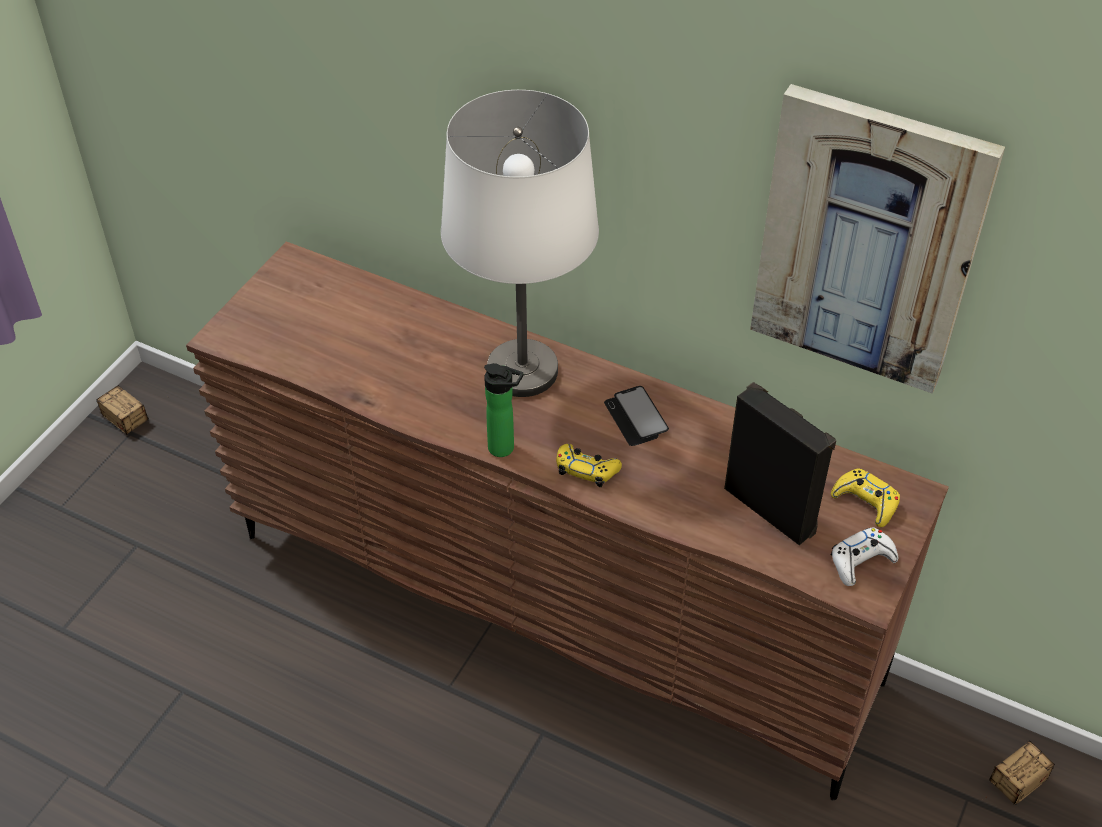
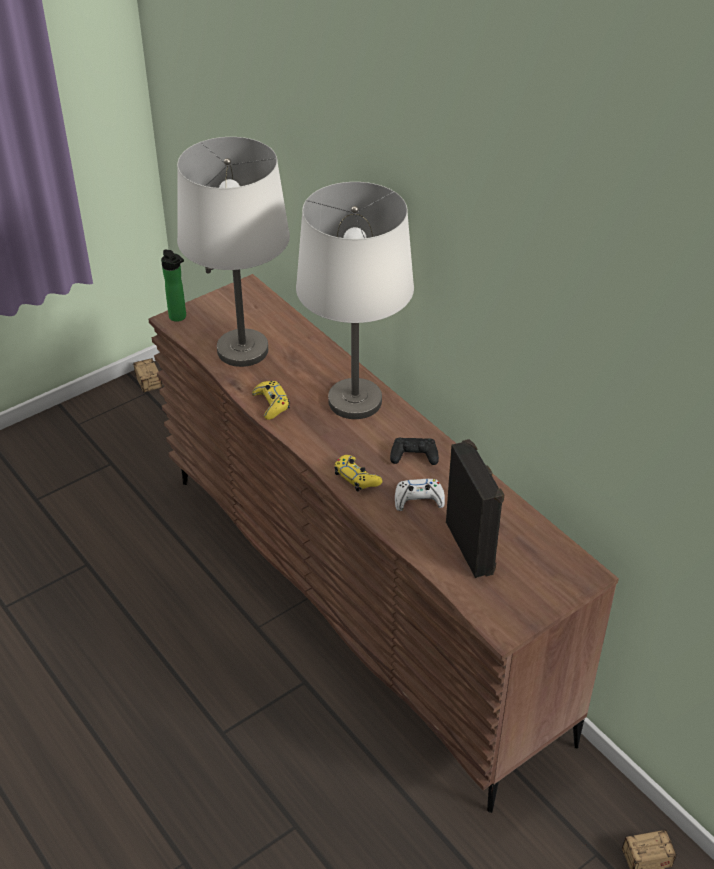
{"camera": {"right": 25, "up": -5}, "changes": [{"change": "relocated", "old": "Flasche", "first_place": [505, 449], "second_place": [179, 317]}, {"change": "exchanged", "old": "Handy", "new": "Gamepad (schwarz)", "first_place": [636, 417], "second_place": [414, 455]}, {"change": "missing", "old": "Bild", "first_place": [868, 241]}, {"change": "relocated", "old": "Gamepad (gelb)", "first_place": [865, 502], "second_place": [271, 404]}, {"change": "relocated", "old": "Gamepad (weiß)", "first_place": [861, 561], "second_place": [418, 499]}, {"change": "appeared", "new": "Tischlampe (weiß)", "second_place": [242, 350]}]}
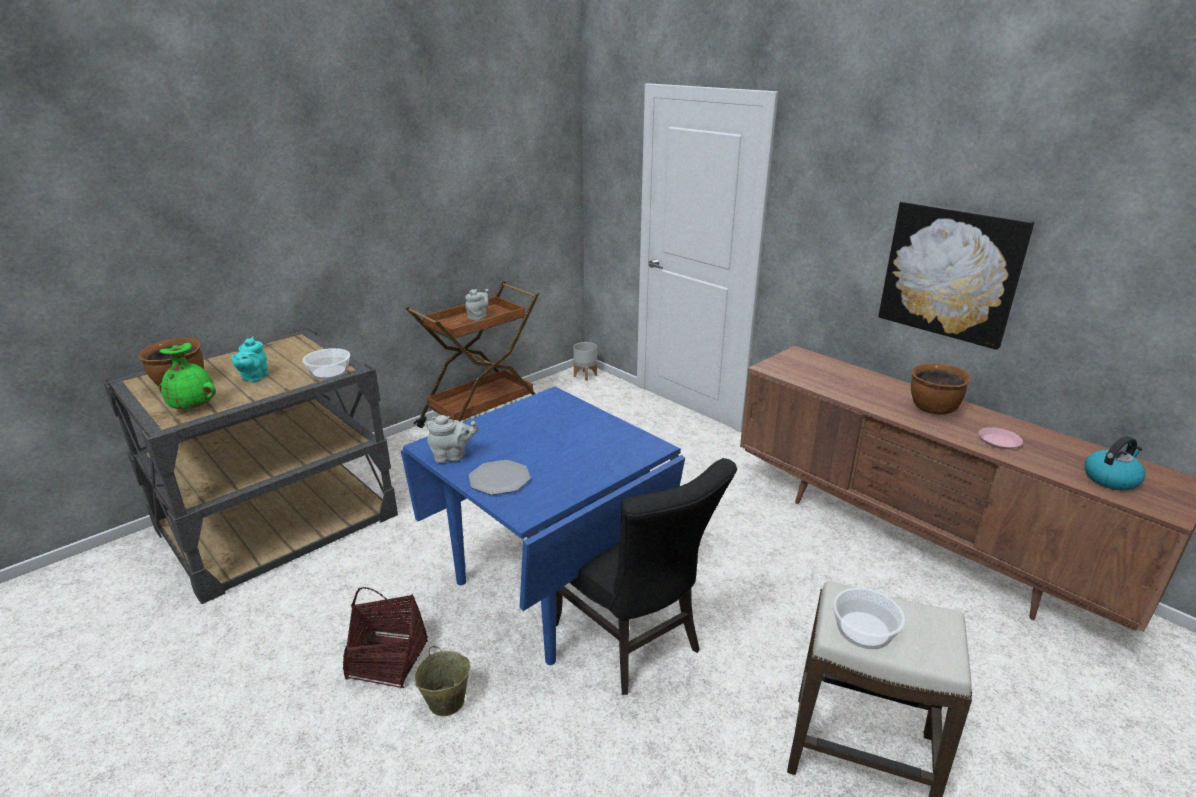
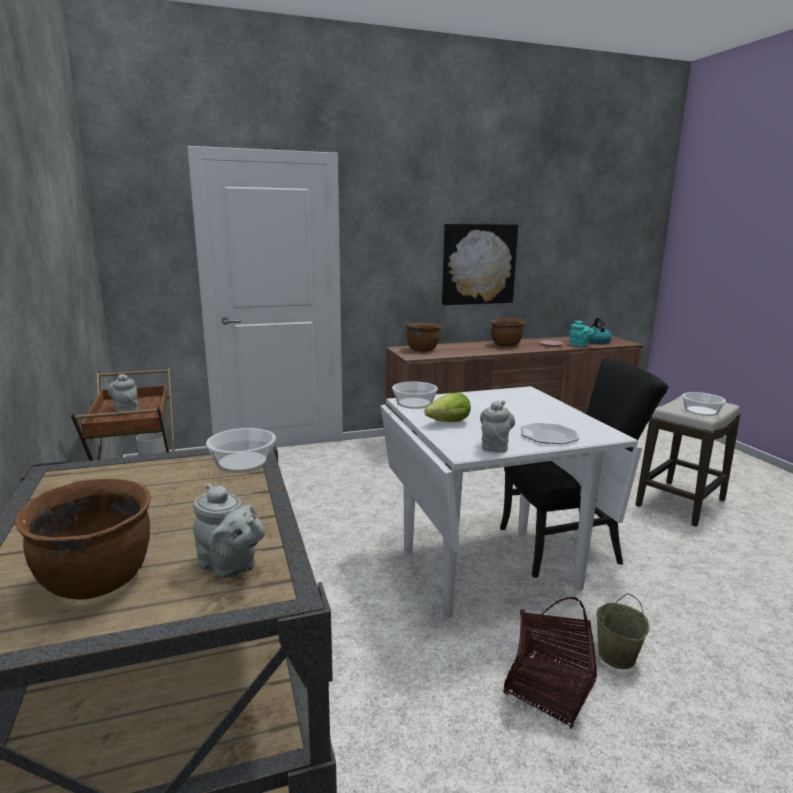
{"camera": {"right": -65, "up": -10}, "changes": [{"change": "exchanged", "old": "Vase (grün)", "new": "Teekanne (grau)", "first_place": [193, 407], "second_place": [230, 566]}, {"change": "relocated", "old": "Teekanne (türkis)", "first_place": [253, 378], "second_place": [580, 346]}, {"change": "colour", "old": "Esstisch (blau)", "new": "Esstisch (weiß)", "first_place": [546, 592], "second_place": [490, 570]}, {"change": "appeared", "new": "Schüssel", "second_place": [414, 403]}, {"change": "appeared", "new": "Kochtopf (braun)", "second_place": [422, 350]}, {"change": "appeared", "new": "Salatkopf", "second_place": [446, 423]}]}
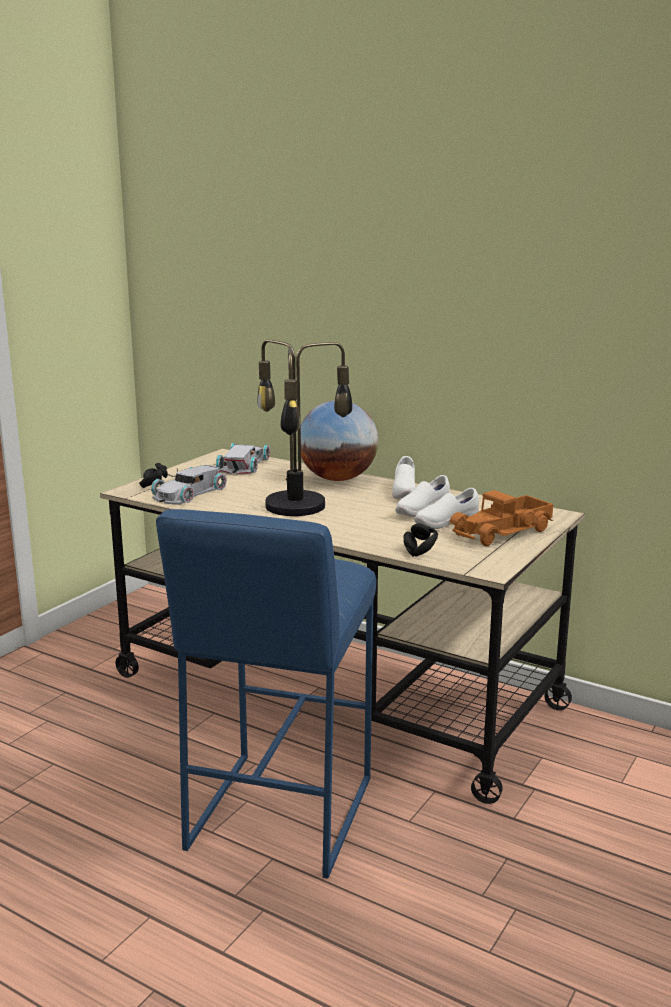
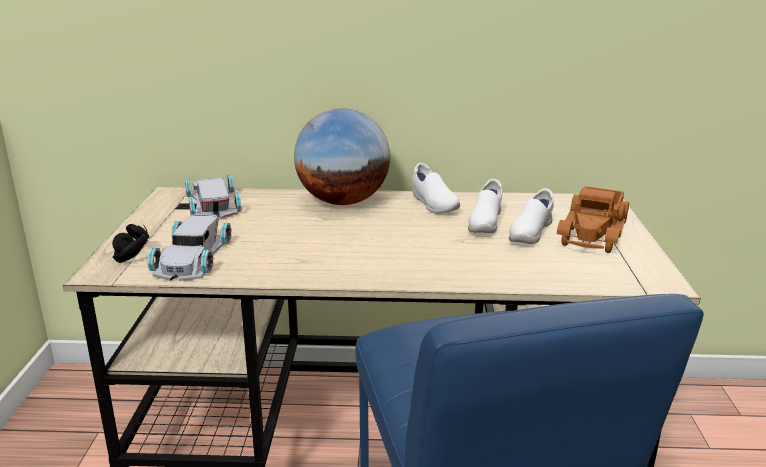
{"camera": {"right": -30, "up": 5}, "changes": [{"change": "missing", "old": "Tischlampe", "first_place": [296, 506]}, {"change": "missing", "old": "Kopfhörer (schwarz)", "first_place": [413, 547]}]}
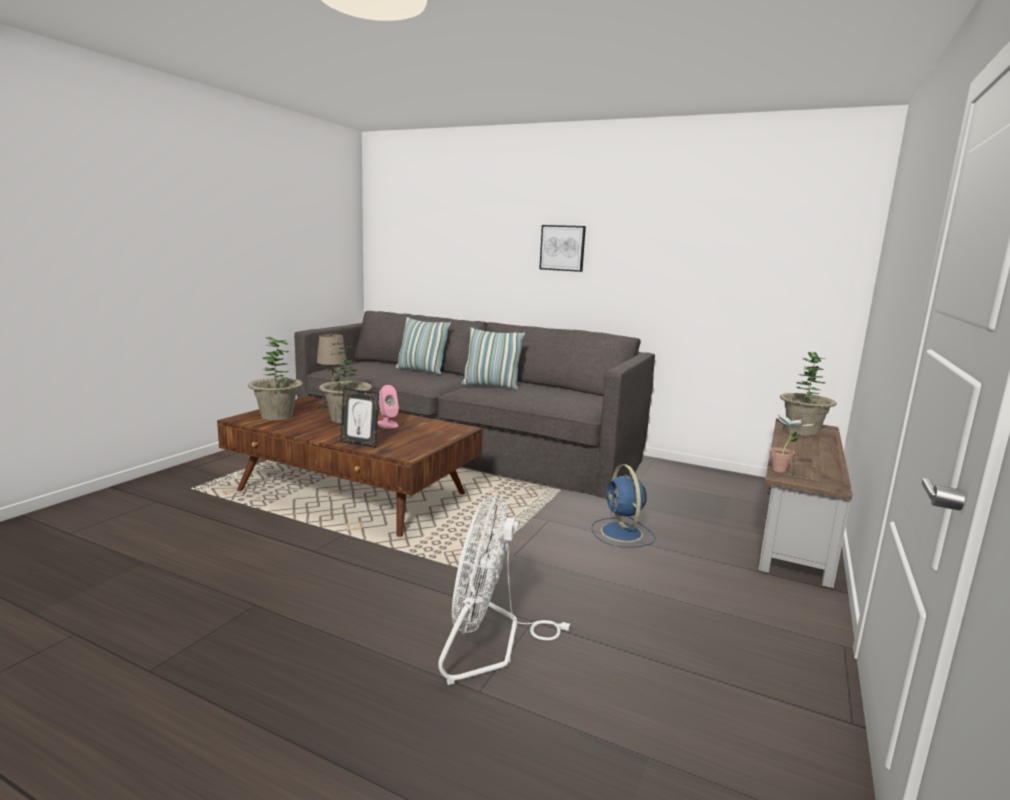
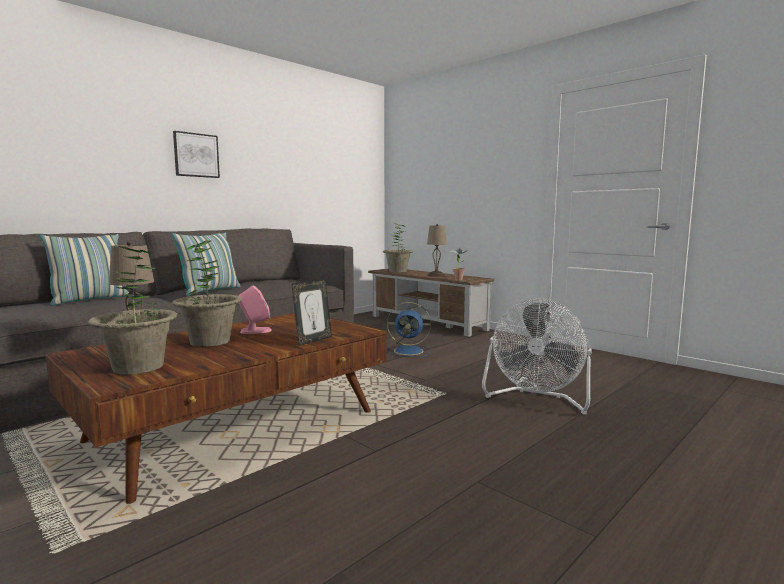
{"camera": {"right": -70, "up": -5}, "changes": [{"change": "appeared", "new": "Tischlampe (beige)", "second_place": [436, 275]}]}
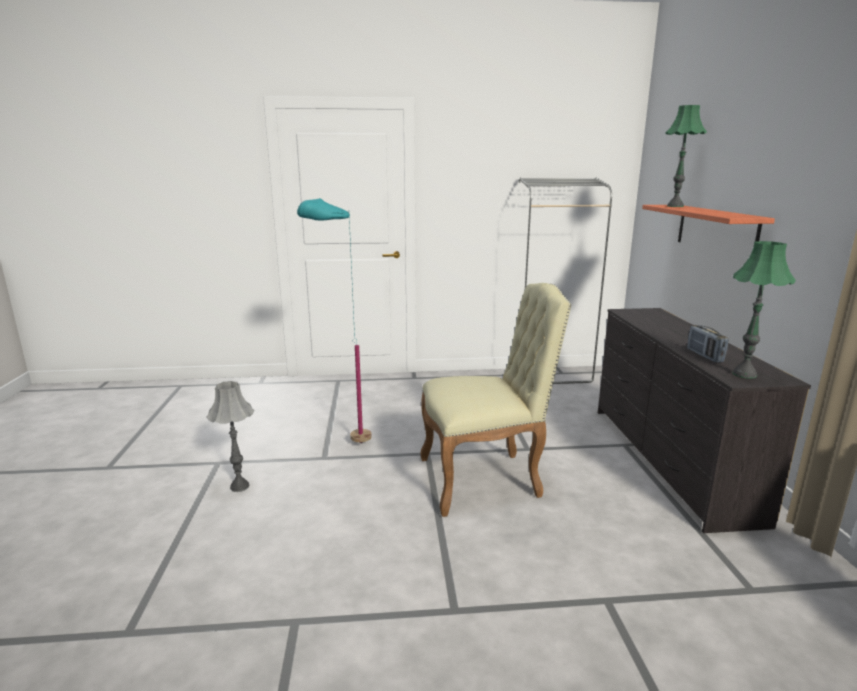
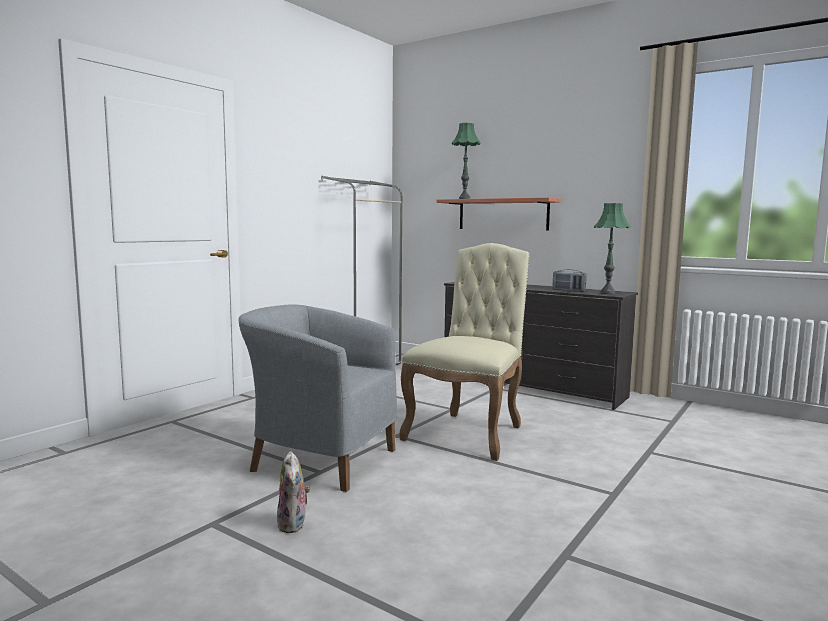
{"camera": {"right": -50, "up": -10}, "changes": [{"change": "exchanged", "old": "Tischlampe (grau)", "new": "Plüschtier", "first_place": [239, 487], "second_place": [294, 524]}, {"change": "exchanged", "old": "Stehlampe (türkis)", "new": "Sessel (grau)", "first_place": [344, 447], "second_place": [319, 459]}]}
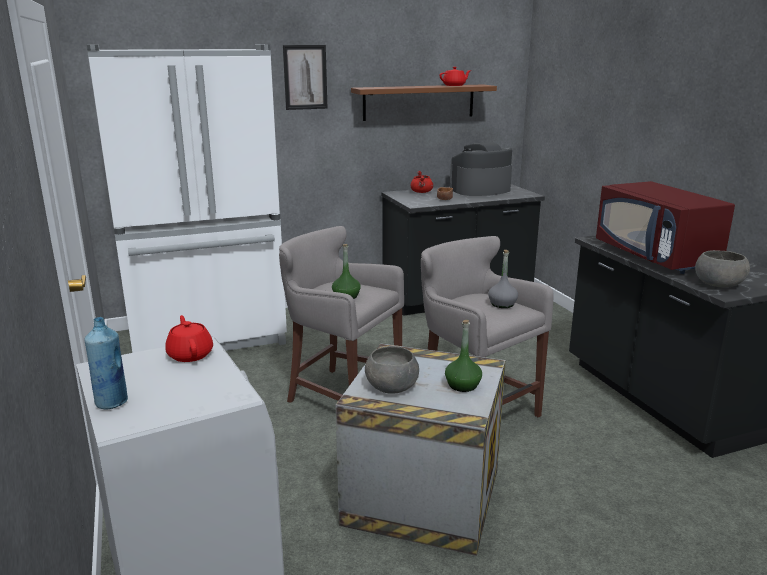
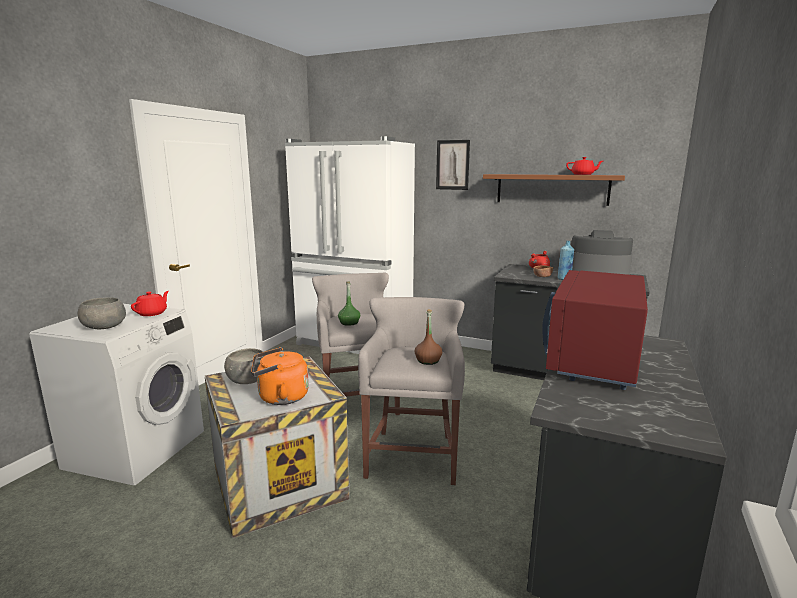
{"camera": {"right": 45, "up": -5}, "changes": [{"change": "relocated", "old": "Flasche (blau)", "first_place": [112, 402], "second_place": [564, 279]}, {"change": "exchanged", "old": "Flasche (grün)", "new": "Wasserkessel (orange)", "first_place": [462, 385], "second_place": [280, 397]}, {"change": "colour", "old": "Flasche (grau)", "new": "Flasche (braun)", "first_place": [502, 304], "second_place": [428, 361]}, {"change": "relocated", "old": "Schüssel (grau)", "first_place": [718, 284], "second_place": [105, 326]}]}
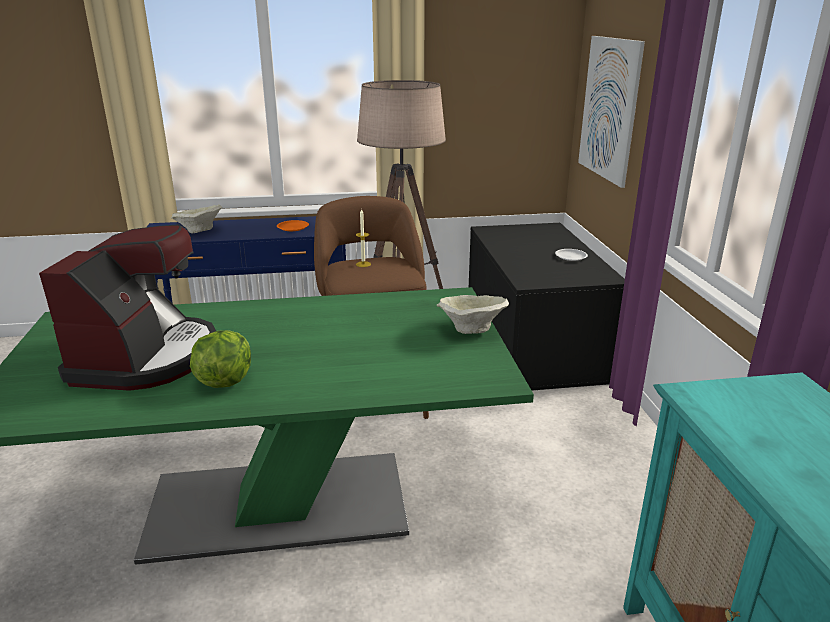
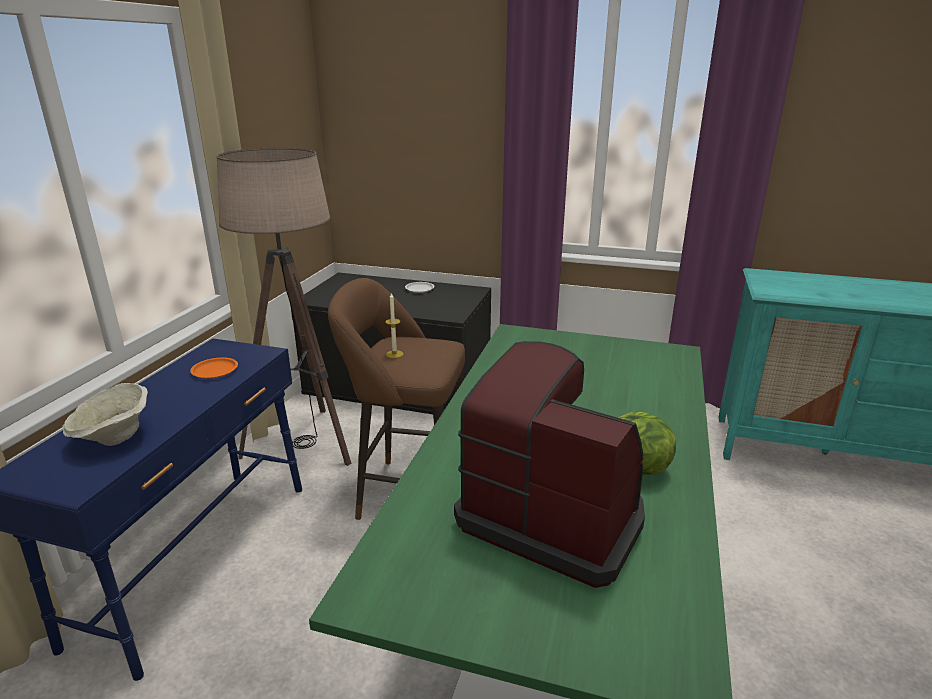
{"camera": {"right": -65, "up": 0}, "changes": [{"change": "missing", "old": "Schüssel (beige)", "first_place": [471, 330]}, {"change": "missing", "old": "Bild", "first_place": [609, 109]}]}
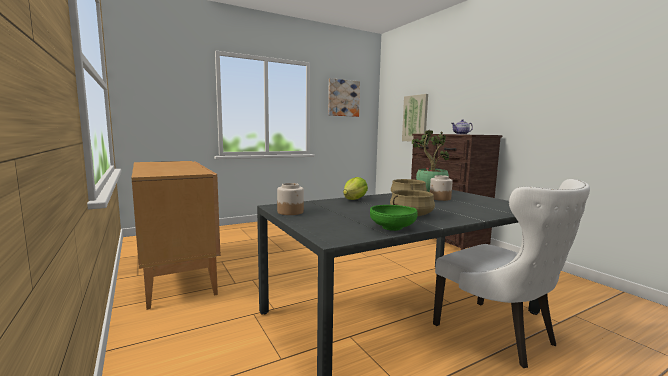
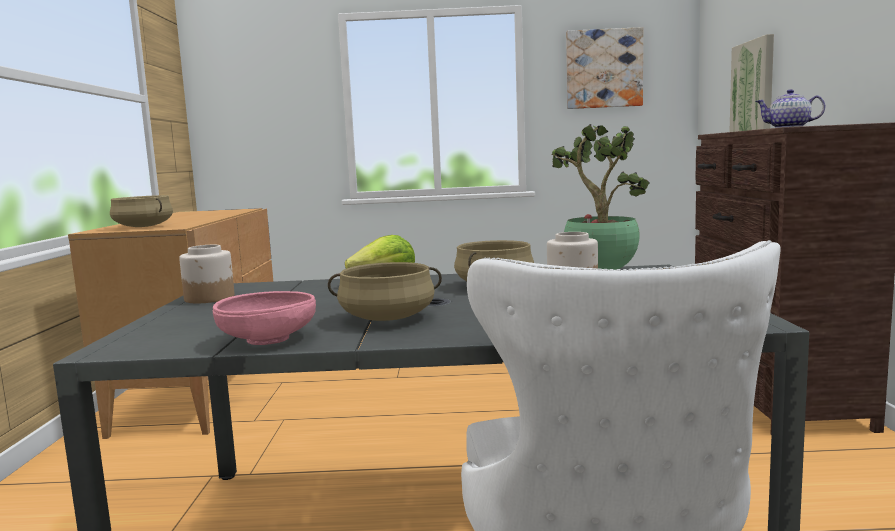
{"camera": {"right": 30, "up": 0}, "changes": [{"change": "colour", "old": "Schüssel (grün)", "new": "Schüssel (rosa)", "first_place": [392, 228], "second_place": [267, 339]}, {"change": "appeared", "new": "Kochtopf (beige)", "second_place": [144, 226]}]}
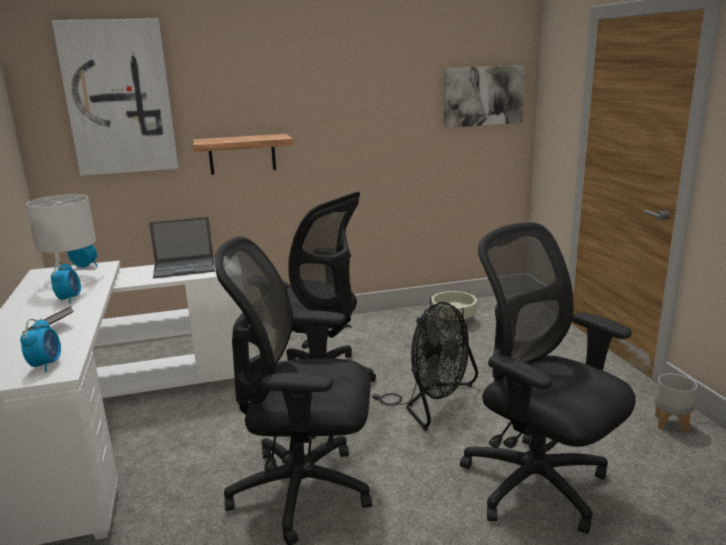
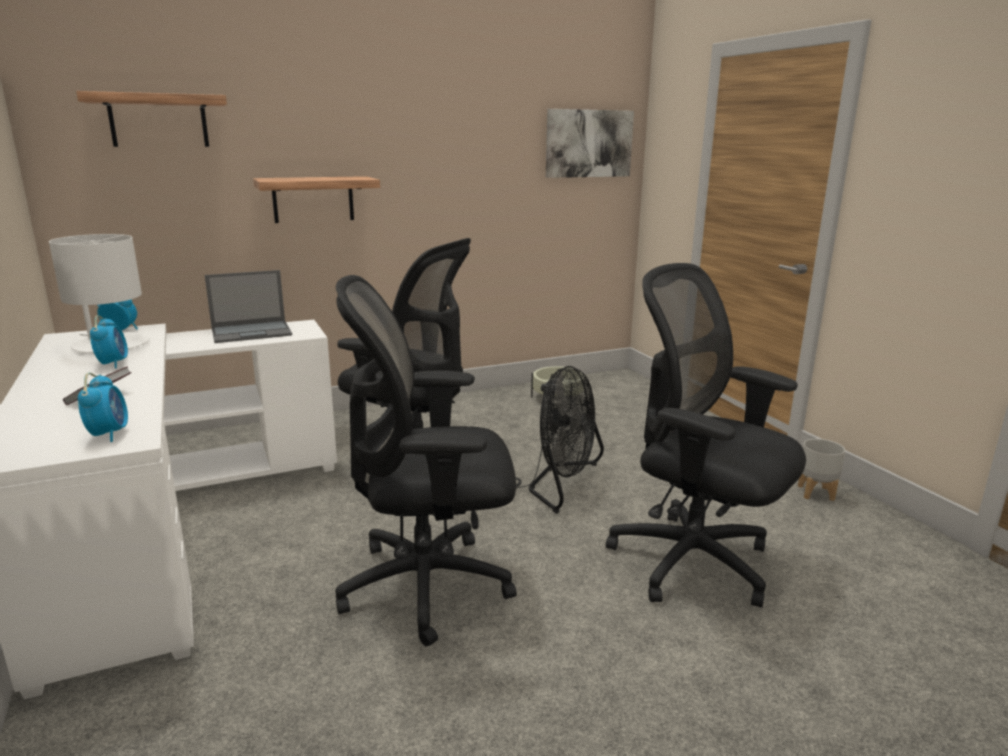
{"camera": {"right": -10, "up": 0}, "changes": [{"change": "exchanged", "old": "Bild", "new": "Wandregal", "first_place": [119, 98], "second_place": [158, 121]}]}
